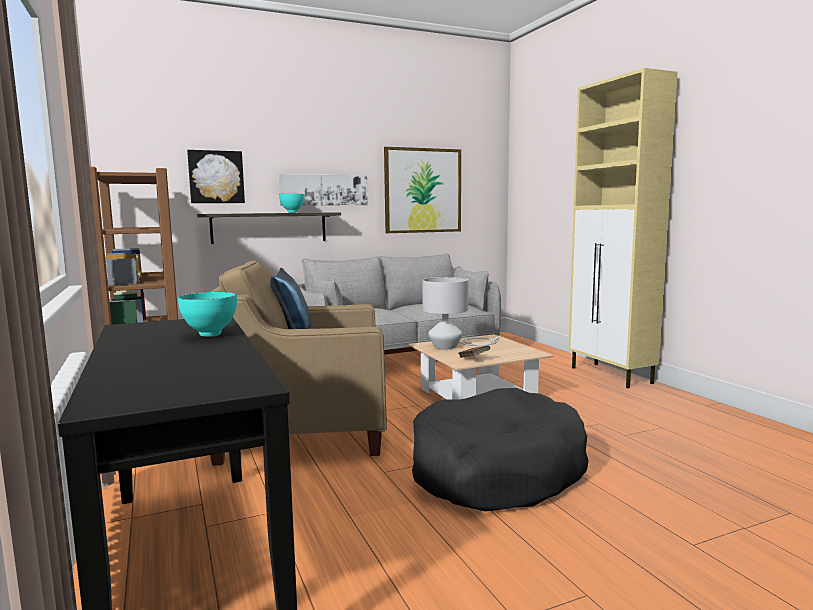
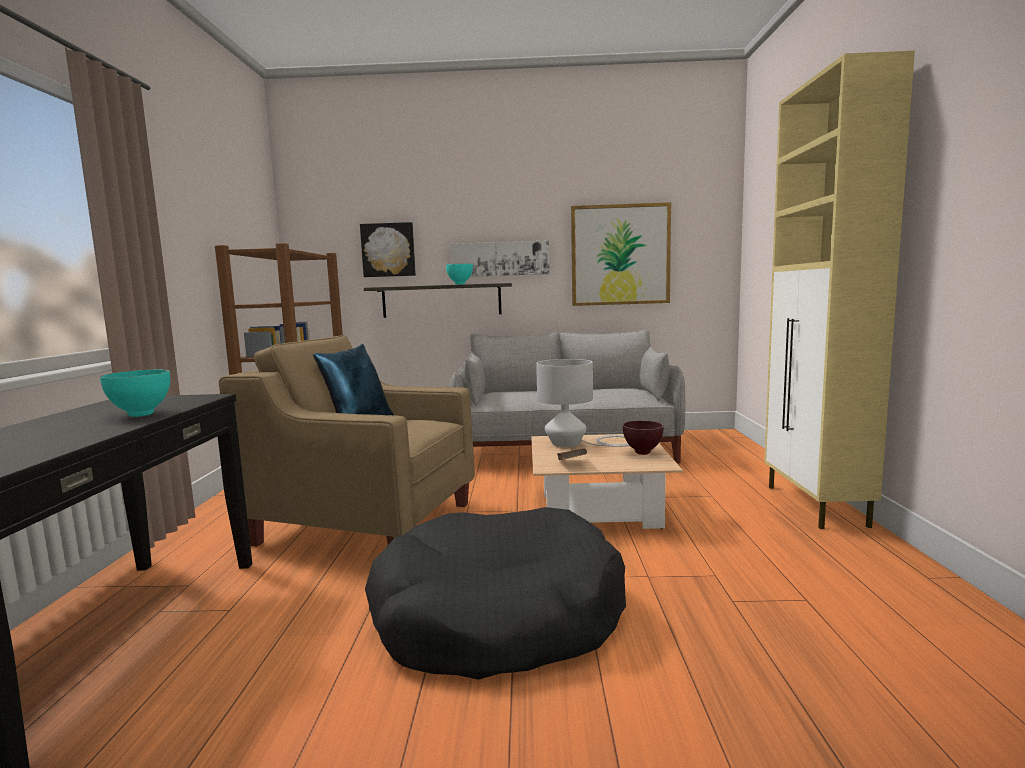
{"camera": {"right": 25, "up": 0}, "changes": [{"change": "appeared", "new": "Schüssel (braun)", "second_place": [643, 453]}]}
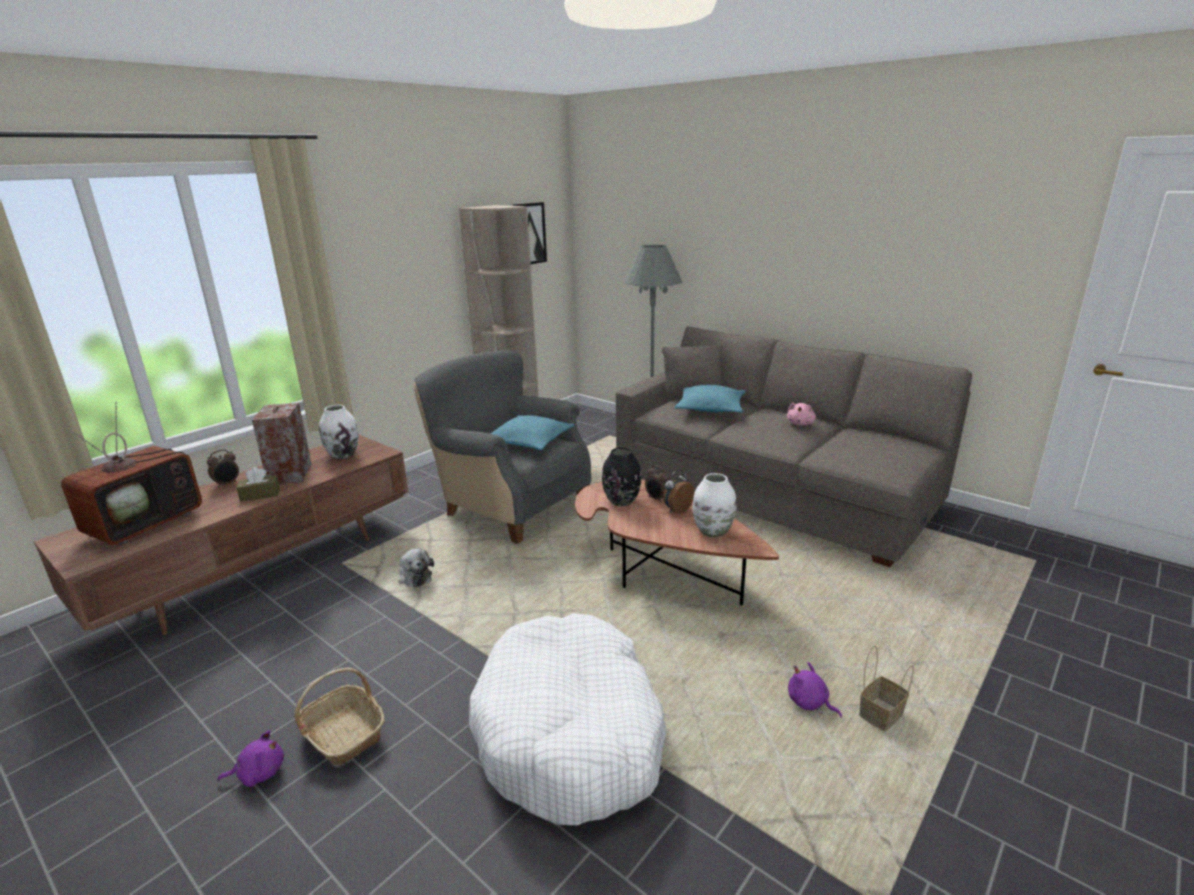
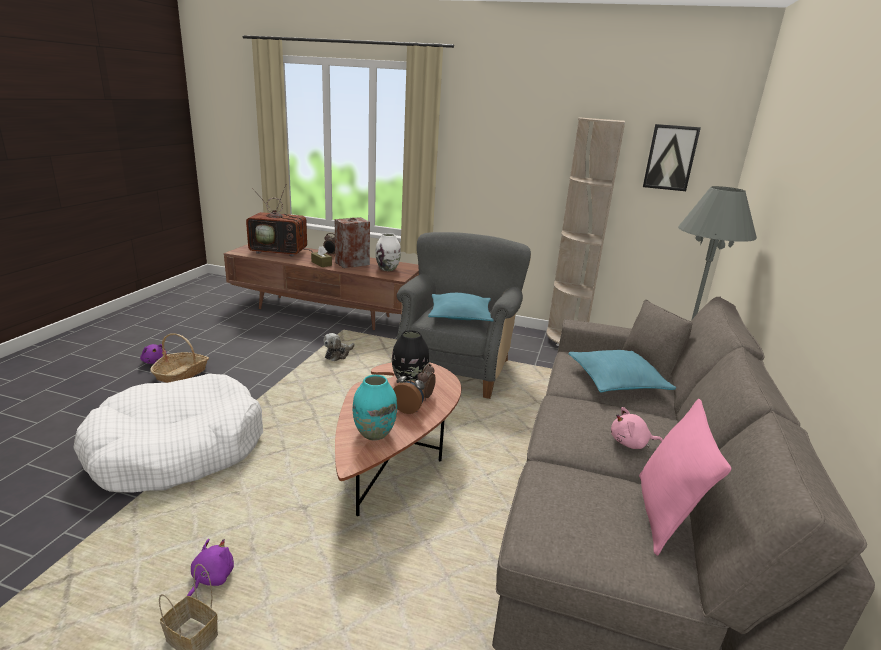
{"camera": {"right": 65, "up": 0}, "changes": [{"change": "colour", "old": "Vase (weiß)", "new": "Vase (türkis)", "first_place": [713, 531], "second_place": [374, 433]}, {"change": "appeared", "new": "Kissen (rosa)", "second_place": [663, 515]}]}
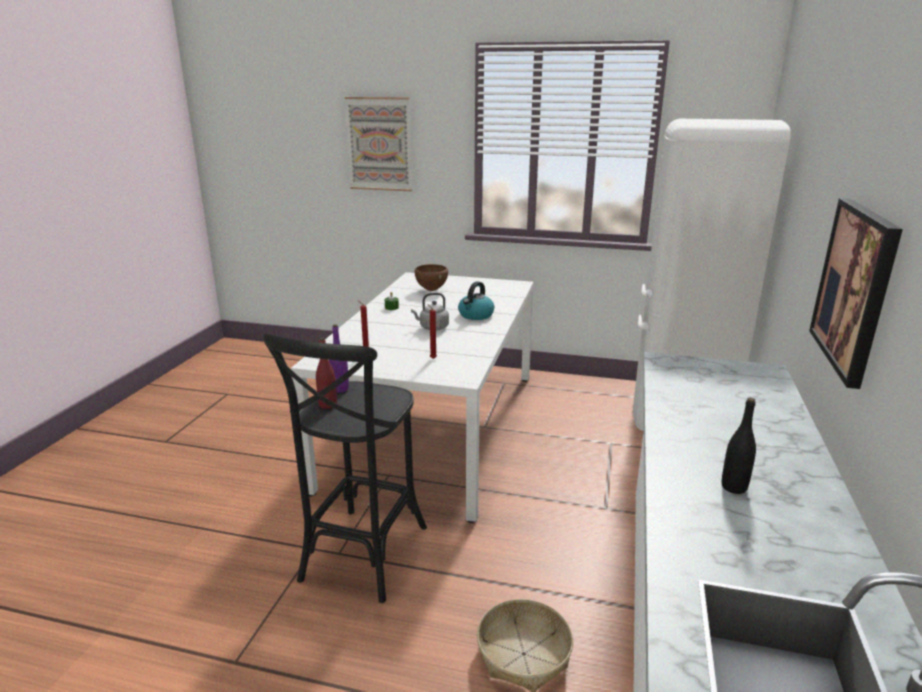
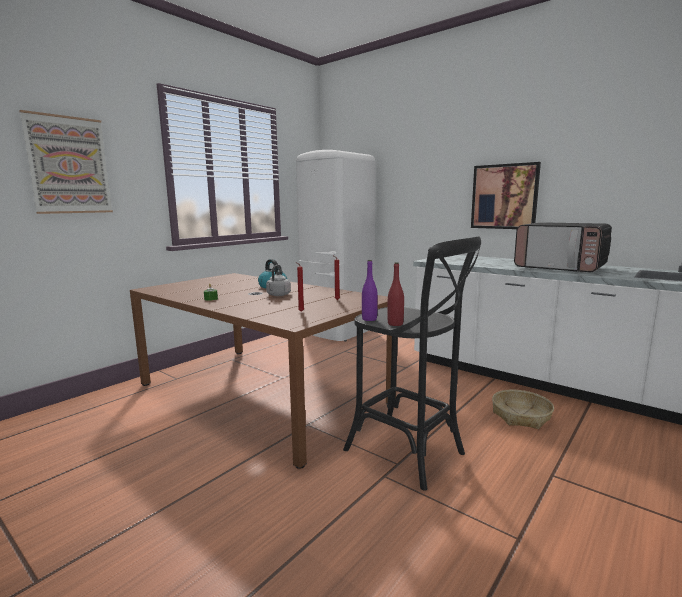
{"camera": {"right": -65, "up": -10}, "changes": [{"change": "colour", "old": "Esstisch (weiß)", "new": "Esstisch (braun)", "first_place": [435, 428], "second_place": [261, 394]}, {"change": "missing", "old": "Schüssel (braun)", "first_place": [431, 290]}, {"change": "exchanged", "old": "Flasche (schwarz)", "new": "Mikrowelle", "first_place": [734, 487], "second_place": [560, 268]}]}
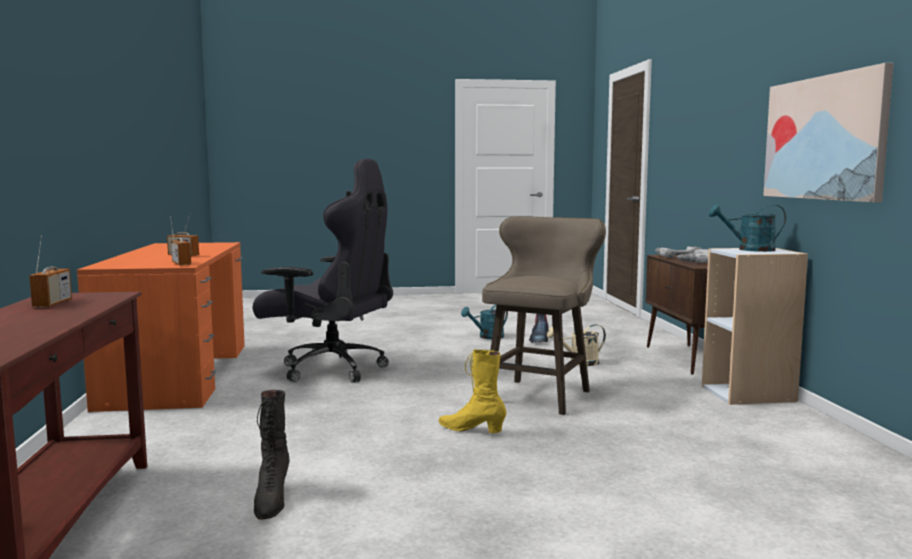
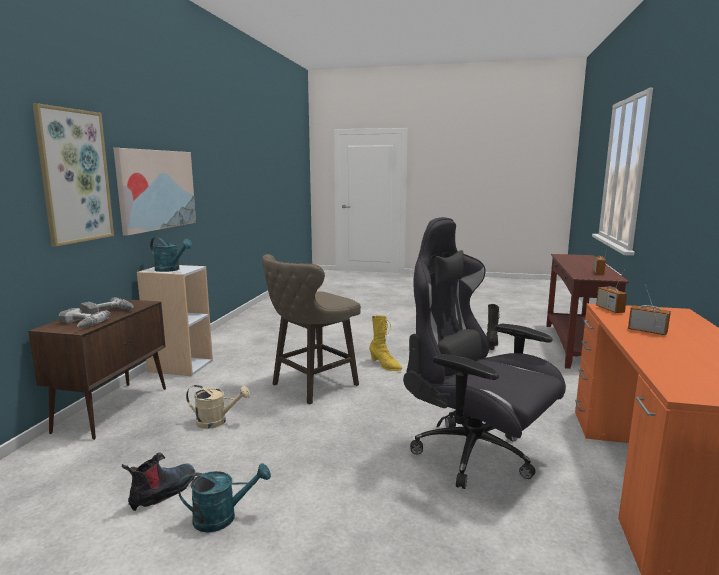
{"camera": {"right": -160, "up": 5}, "changes": [{"change": "appeared", "new": "Bild", "second_place": [74, 176]}]}
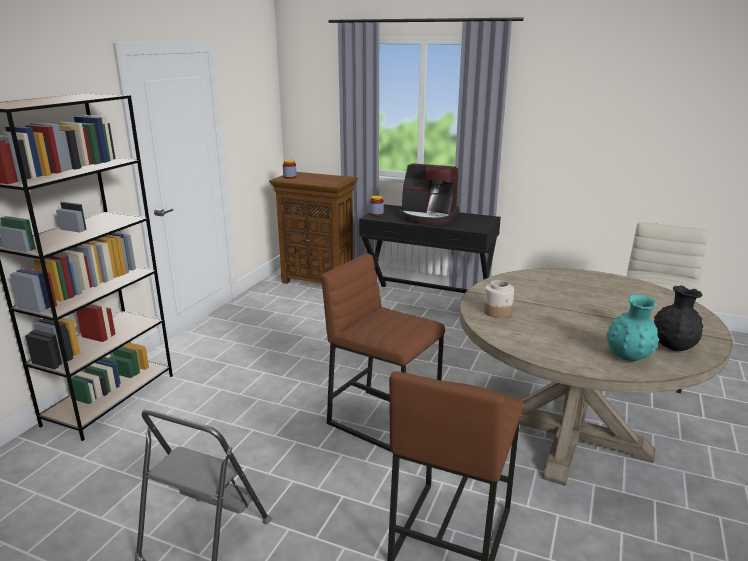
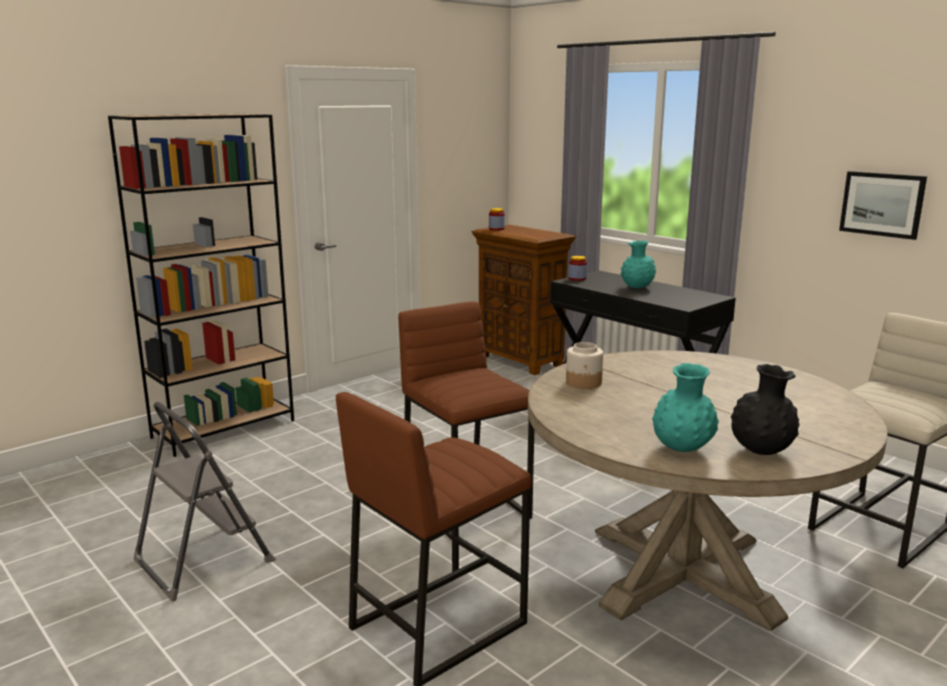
{"camera": {"right": 25, "up": -5}, "changes": [{"change": "exchanged", "old": "Kaffeemaschine", "new": "Vase (türkis)", "first_place": [428, 217], "second_place": [637, 288]}, {"change": "appeared", "new": "Bild", "second_place": [882, 204]}]}
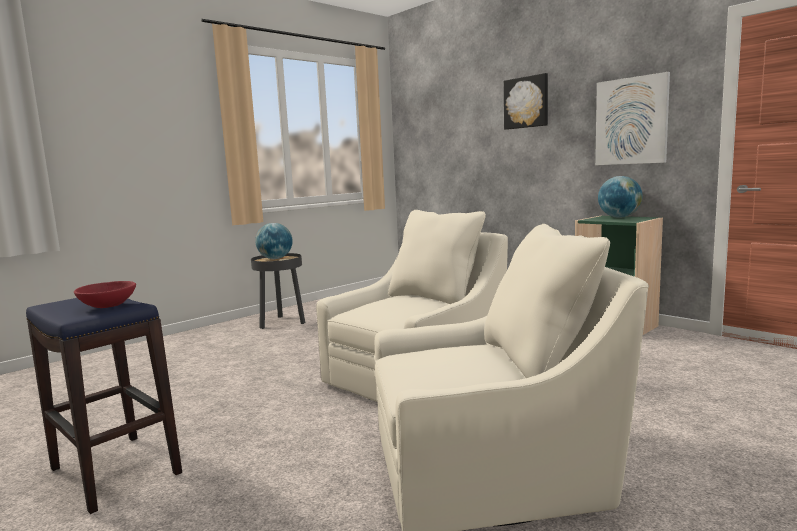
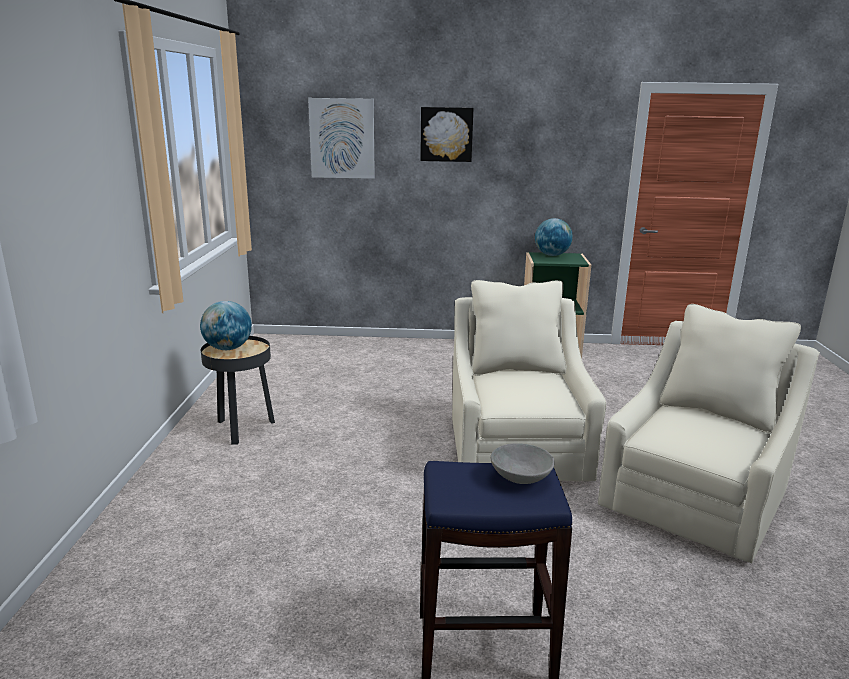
{"camera": {"right": -45, "up": 10}, "changes": [{"change": "colour", "old": "Schüssel (rot)", "new": "Schüssel (grau)", "first_place": [108, 305], "second_place": [520, 477]}, {"change": "relocated", "old": "Bild", "first_place": [631, 121], "second_place": [342, 138]}]}
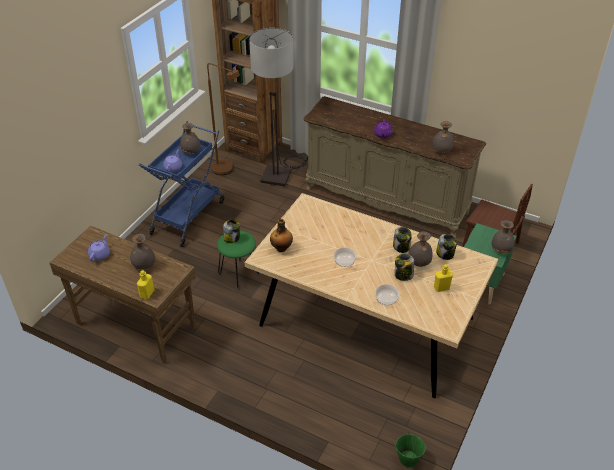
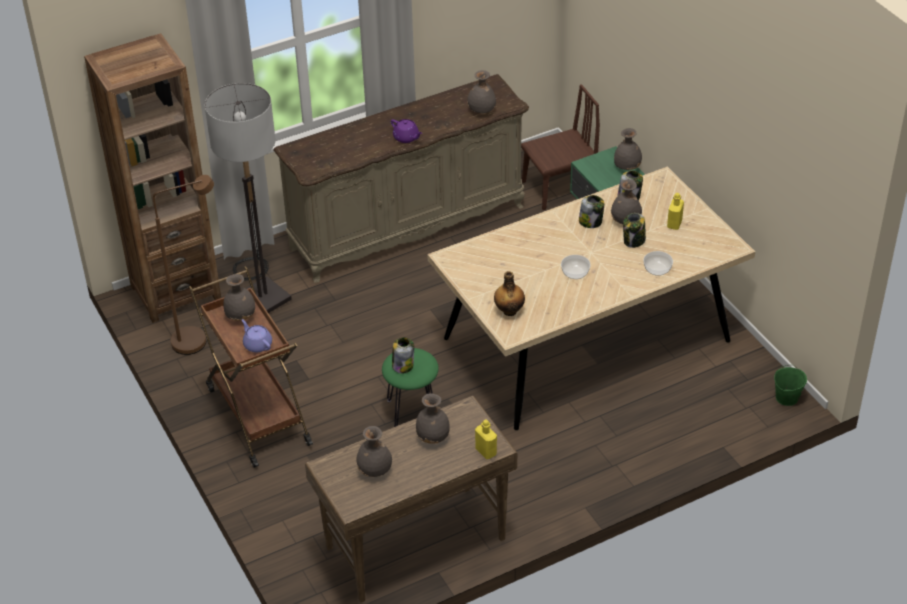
{"camera": {"right": -55, "up": 0}, "changes": [{"change": "exchanged", "old": "Teekanne (lila)", "new": "Vase (grau)", "first_place": [100, 254], "second_place": [375, 471]}, {"change": "colour", "old": "Rollwagen (blau)", "new": "Rollwagen (braun)", "first_place": [189, 217], "second_place": [258, 416]}]}
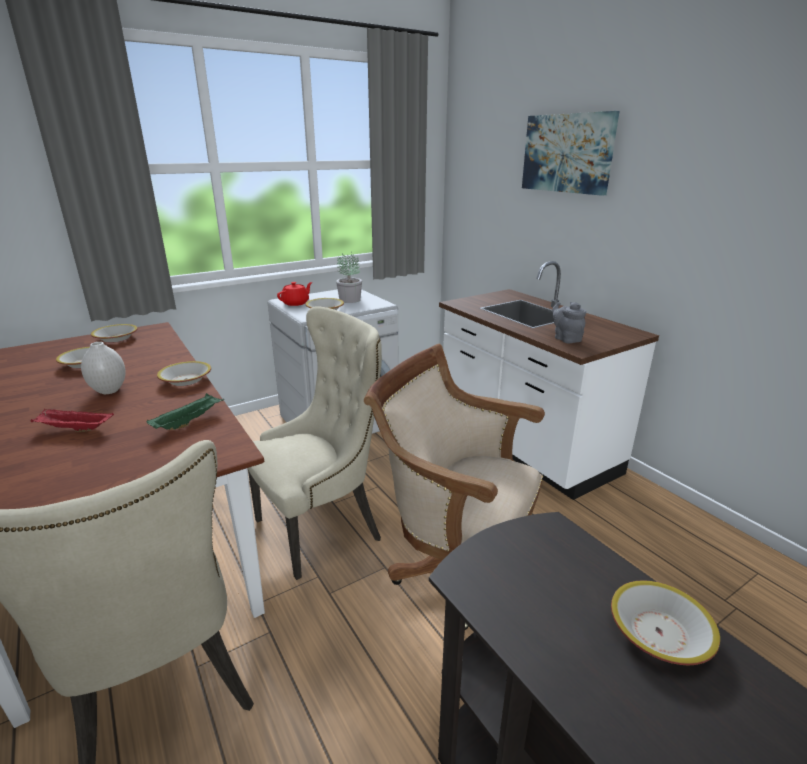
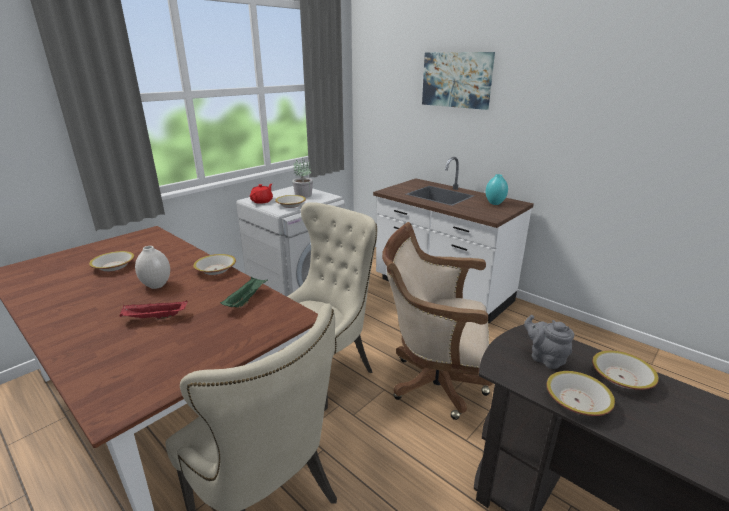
{"camera": {"right": -15, "up": 0}, "changes": [{"change": "relocated", "old": "Schüssel", "first_place": [116, 338], "second_place": [576, 401]}, {"change": "relocated", "old": "Teekanne (grau)", "first_place": [566, 338], "second_place": [545, 358]}, {"change": "appeared", "new": "Vase (türkis)", "second_place": [494, 203]}]}
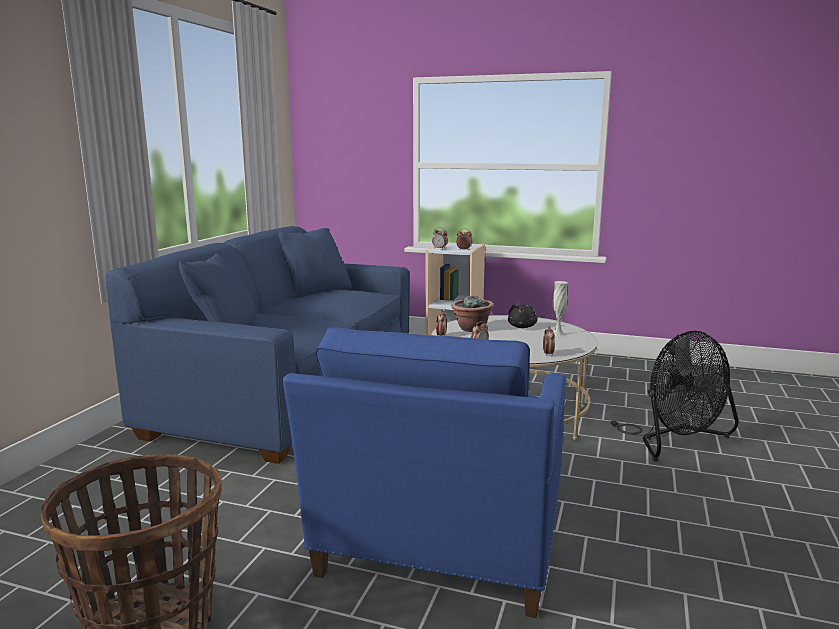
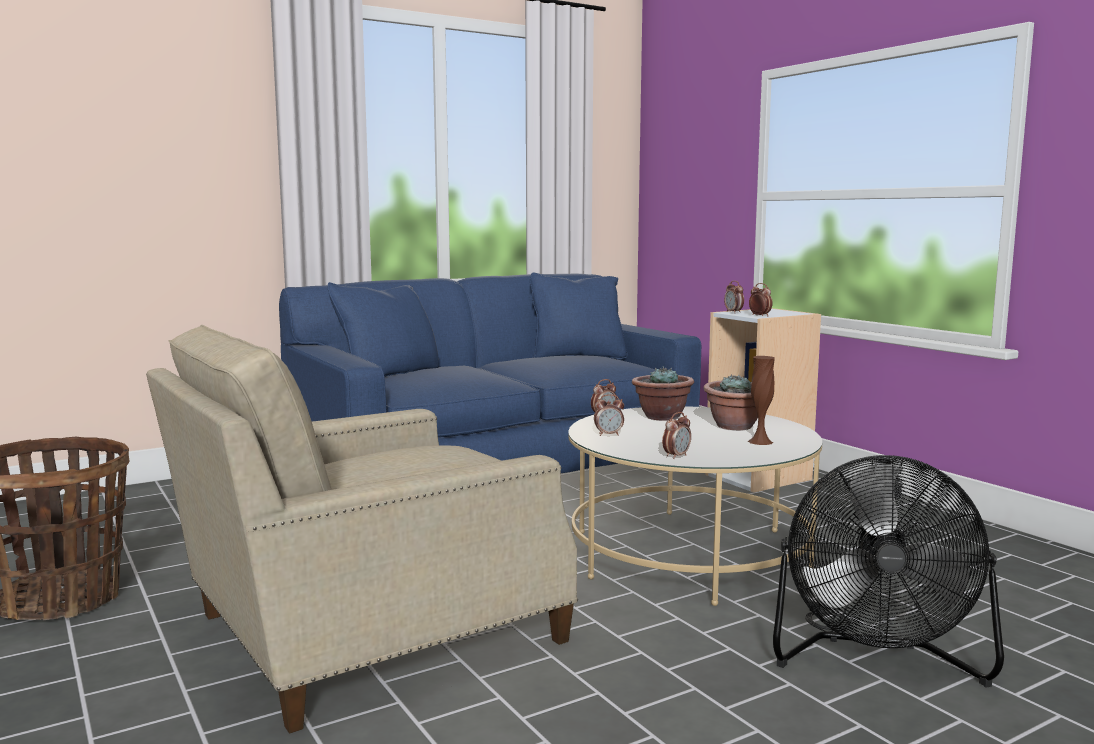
{"camera": {"right": 40, "up": -5}, "changes": [{"change": "colour", "old": "Sessel (blau)", "new": "Sessel (beige)", "first_place": [444, 533], "second_place": [369, 631]}, {"change": "exchanged", "old": "Plüschtier (schwarz)", "new": "Topfpflanze", "first_place": [522, 327], "second_place": [735, 426]}, {"change": "colour", "old": "Vase (weiß)", "new": "Vase (braun)", "first_place": [557, 334], "second_place": [760, 441]}]}
